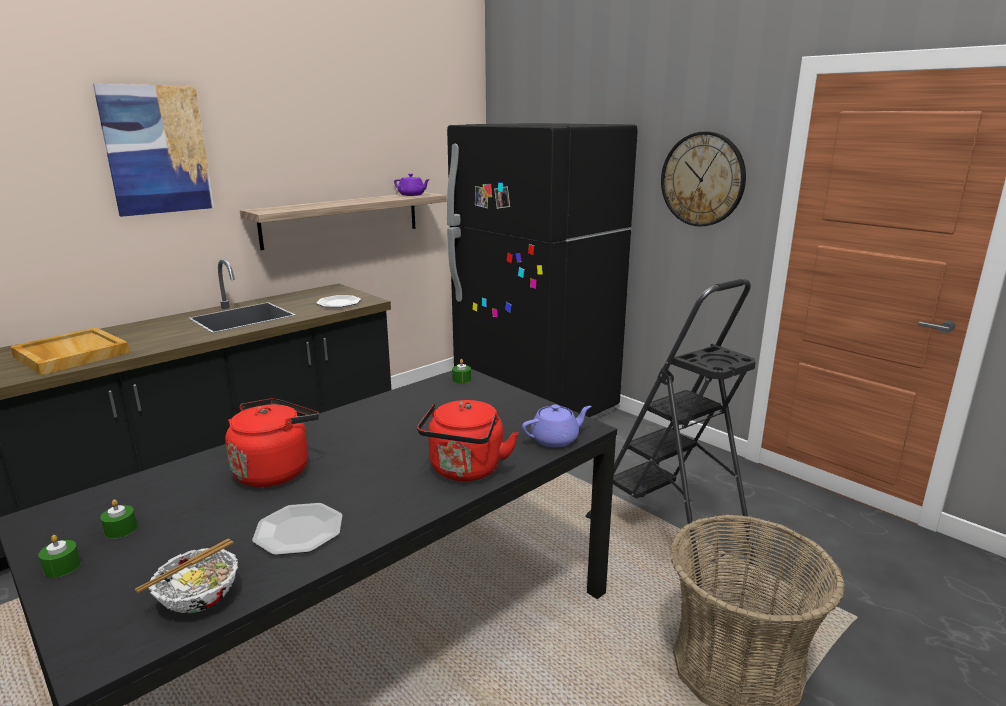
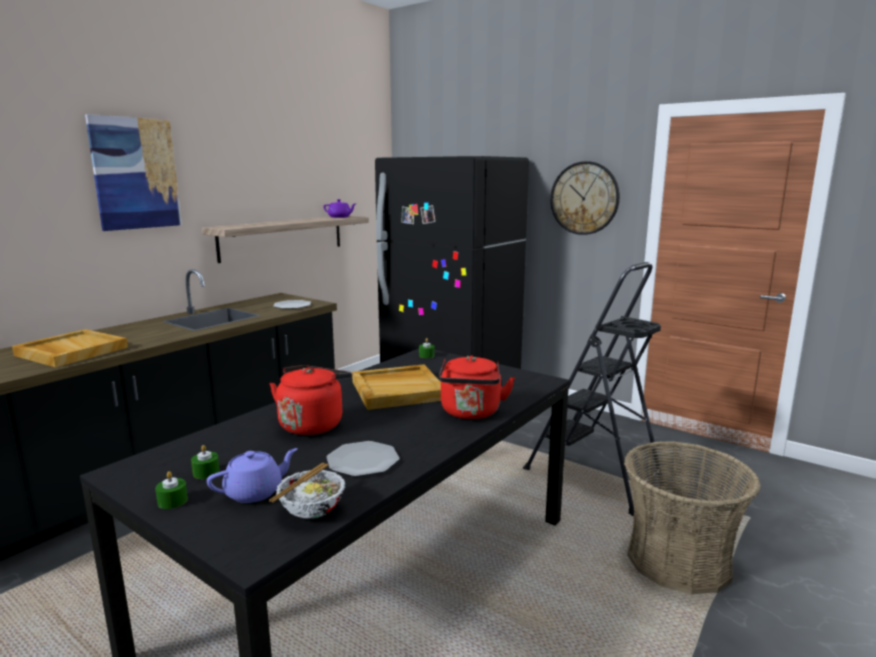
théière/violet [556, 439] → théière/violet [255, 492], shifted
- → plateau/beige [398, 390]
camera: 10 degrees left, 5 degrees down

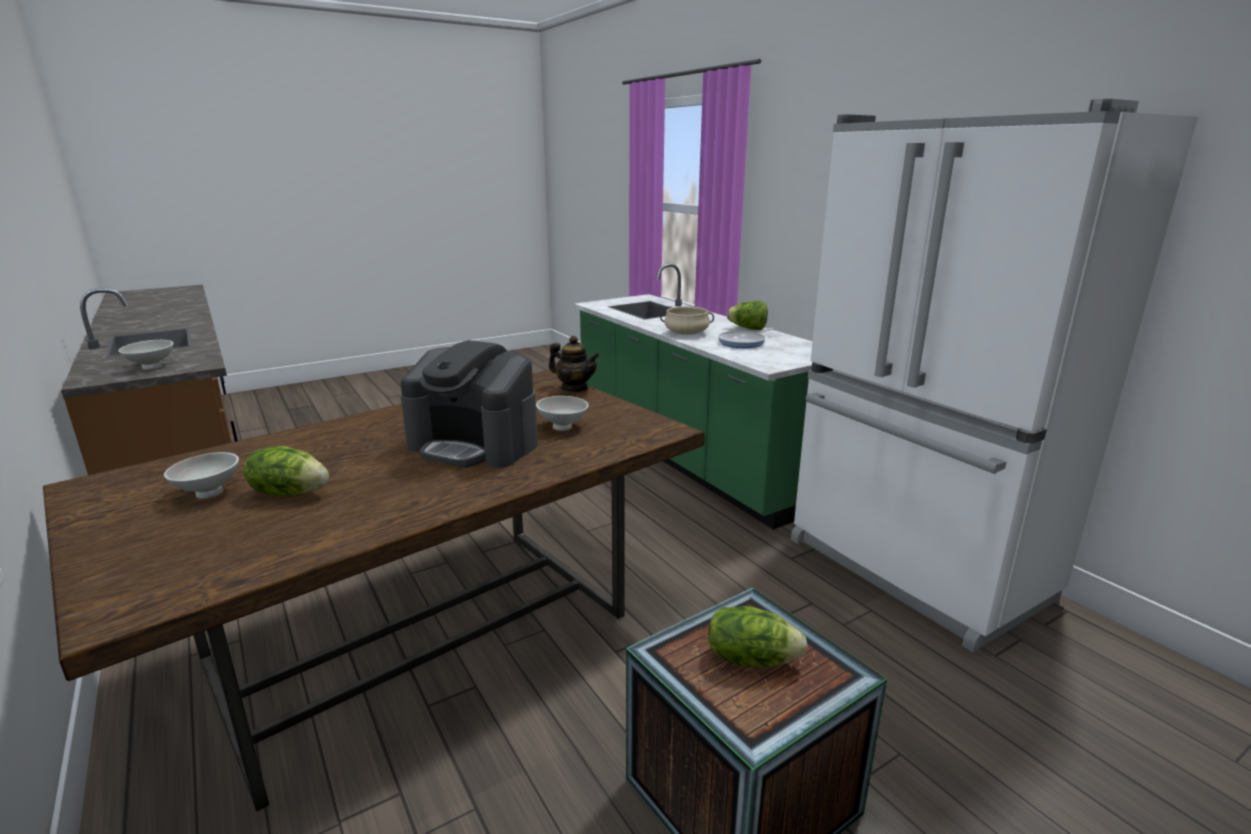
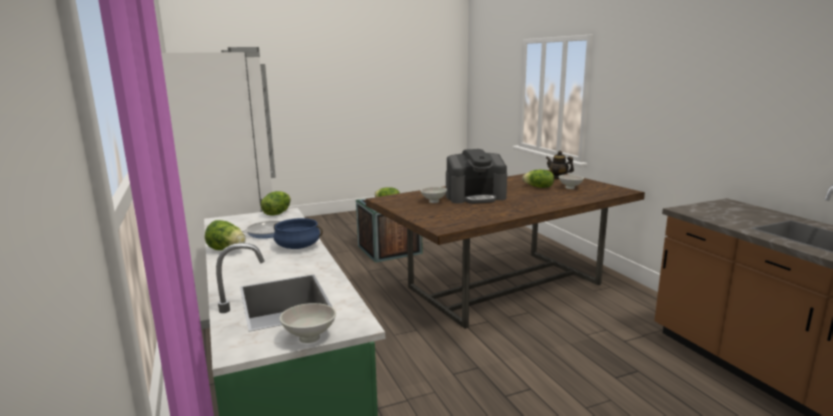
- → laitue [277, 213]
marmite/beige [686, 333] → marmite/bleu [298, 246]
bol/blanc [152, 367] → bol/blanc [308, 337], shifted
machine à café [475, 445] → machine à café [475, 197], 135 degrees clockwise
théière [574, 388] → théière [558, 177], shifted
camera: 170 degrees left, 5 degrees down

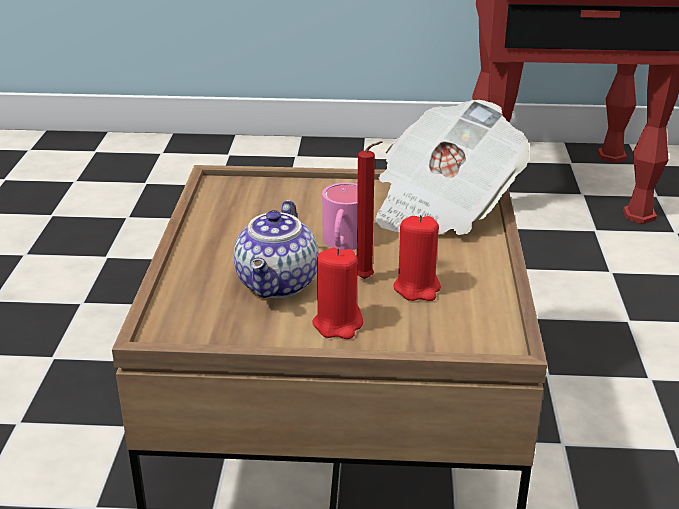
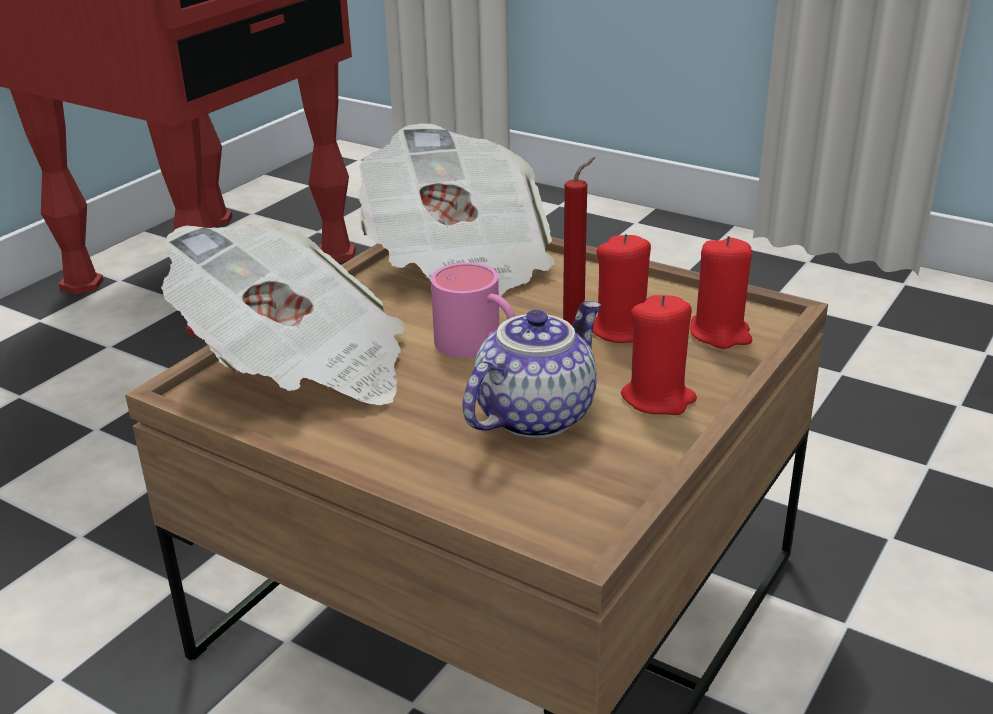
- → journal [300, 367]
théière [279, 284] → théière [533, 415], 90 degrees counterclockwise
- → bougie/rouge [720, 333]
camera: 60 degrees left, 0 degrees up

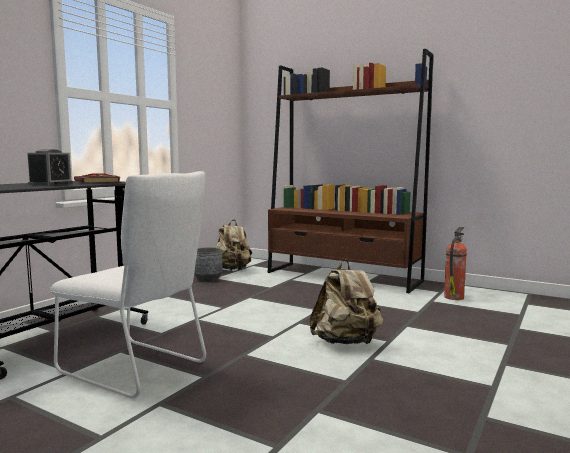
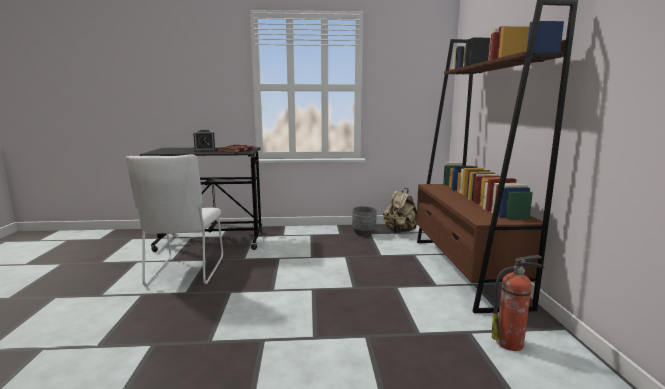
sac à dos/beige [346, 342] → -
camera: 55 degrees right, 5 degrees up

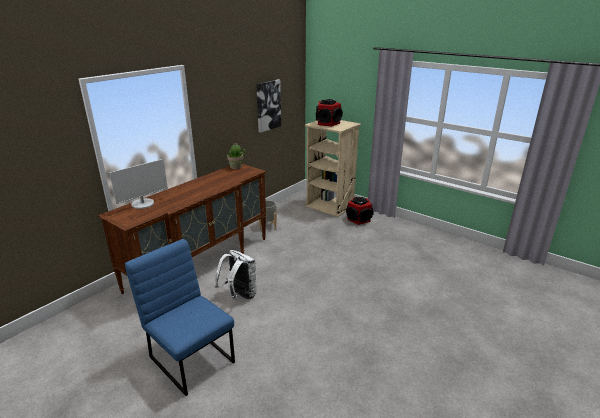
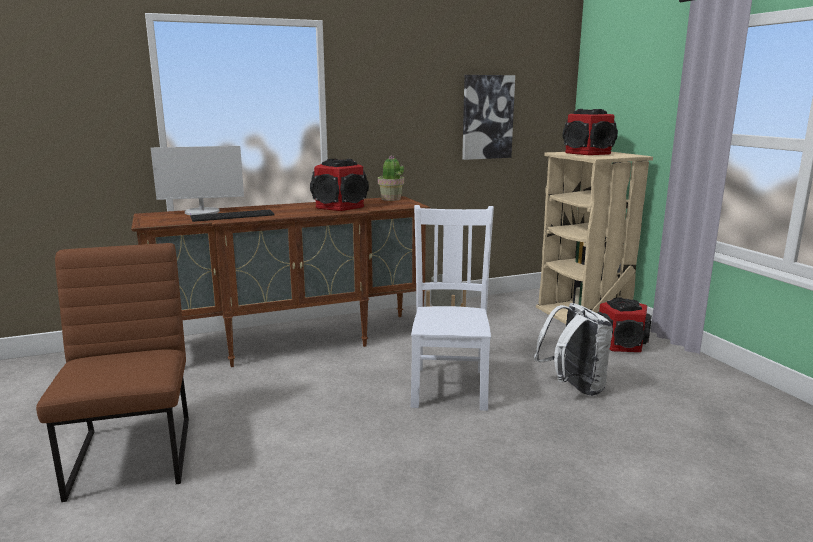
chaise/bleu [191, 357] → chaise/marron [134, 453]
- → clavier [233, 215]
- → enceinte [340, 206]
- → chaise/blanc [450, 385]
sac à dos/blanc [239, 295] → sac à dos/blanc [573, 388], shifted
camera: 30 degrees right, 10 degrees down

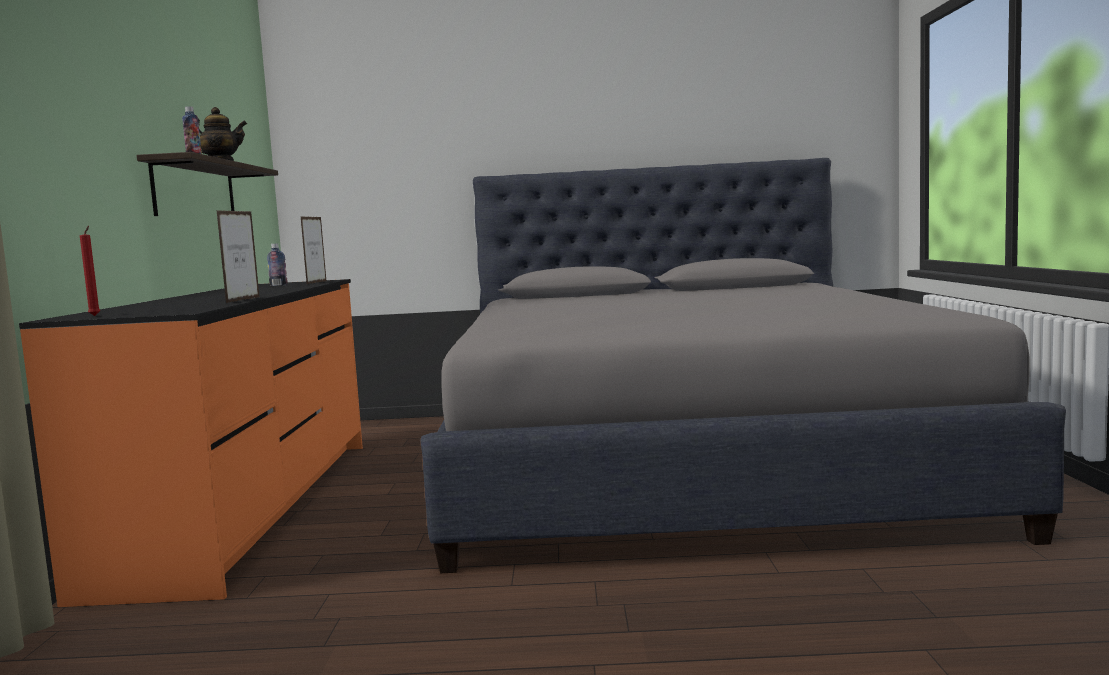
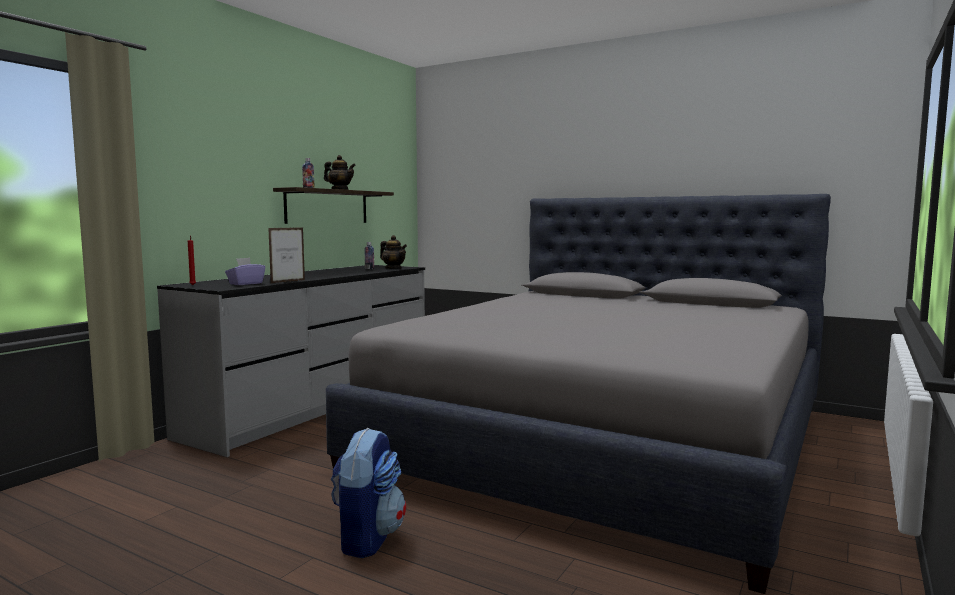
commode/orange [250, 507] → commode/gris [316, 406]
- → boîte à mouchoirs/violet [245, 284]
- → sac à dos [367, 538]
cadre photo [316, 282] → théière [393, 269]
camera: 30 degrees right, 0 degrees up

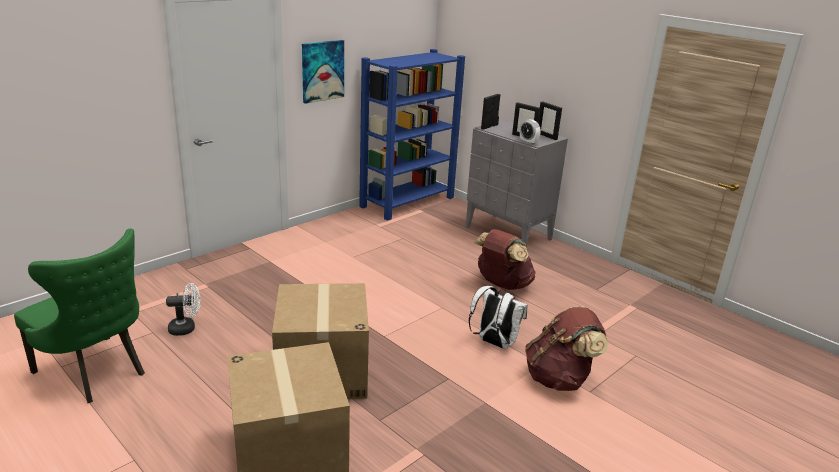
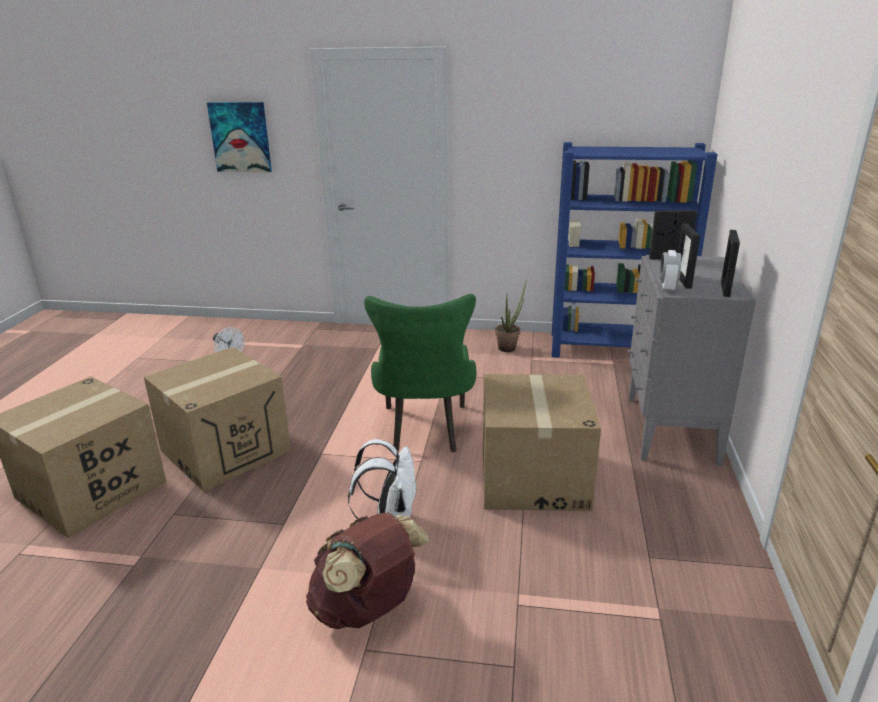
tableau [322, 71] → tableau [240, 137], shifted
chaise/vert [96, 372] → chaise/vert [425, 430], shifted
sac à dos/marron [502, 284] → carton [533, 477]
- → plante en pot [509, 347]
camera: 55 degrees right, 0 degrees up

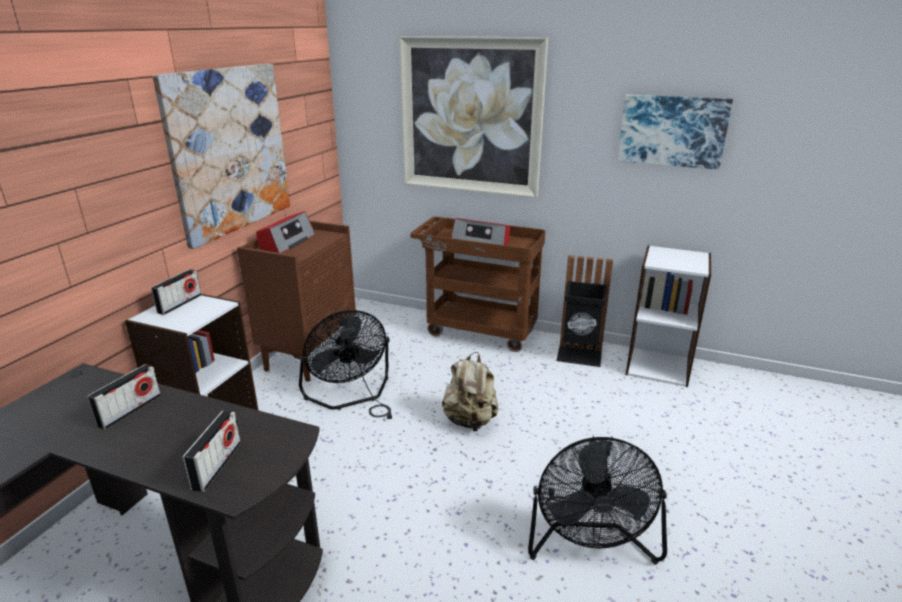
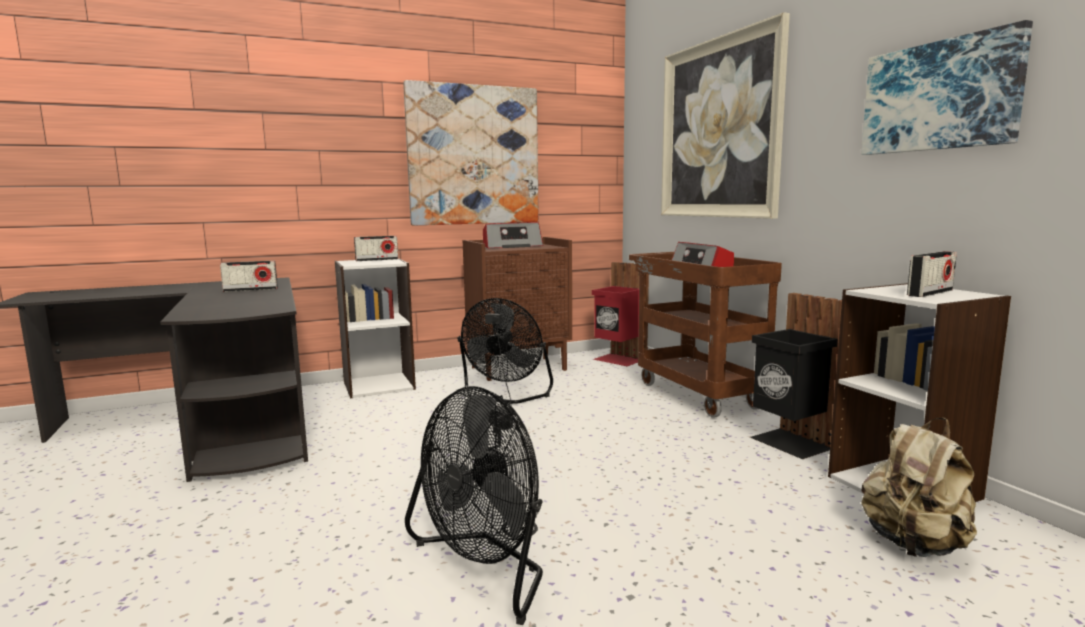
- → poubelle/rouge [619, 359]
sac à dos/beige [470, 421] → sac à dos/beige [915, 545], shifted
radio [217, 465] → radio [930, 293], shifted
camera: 45 degrees right, 15 degrees down

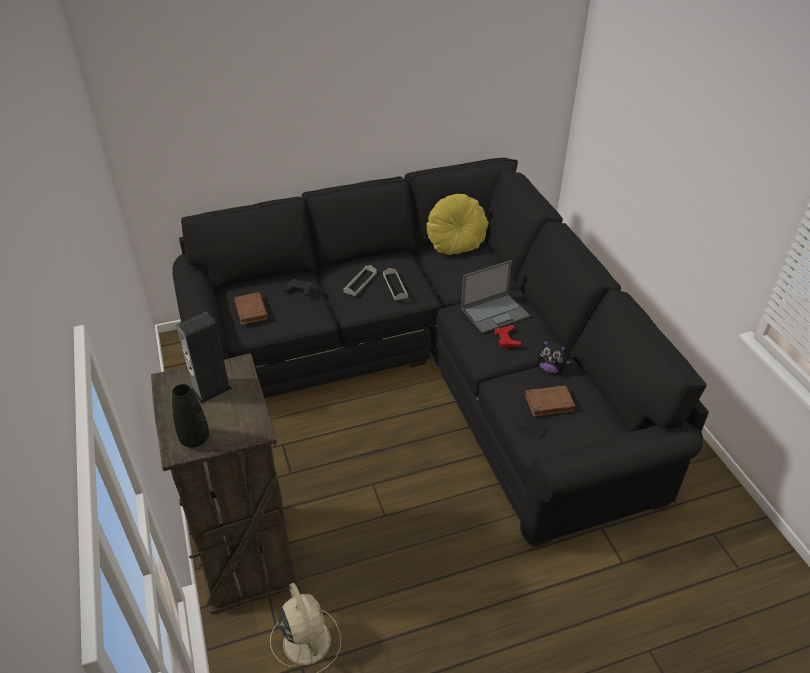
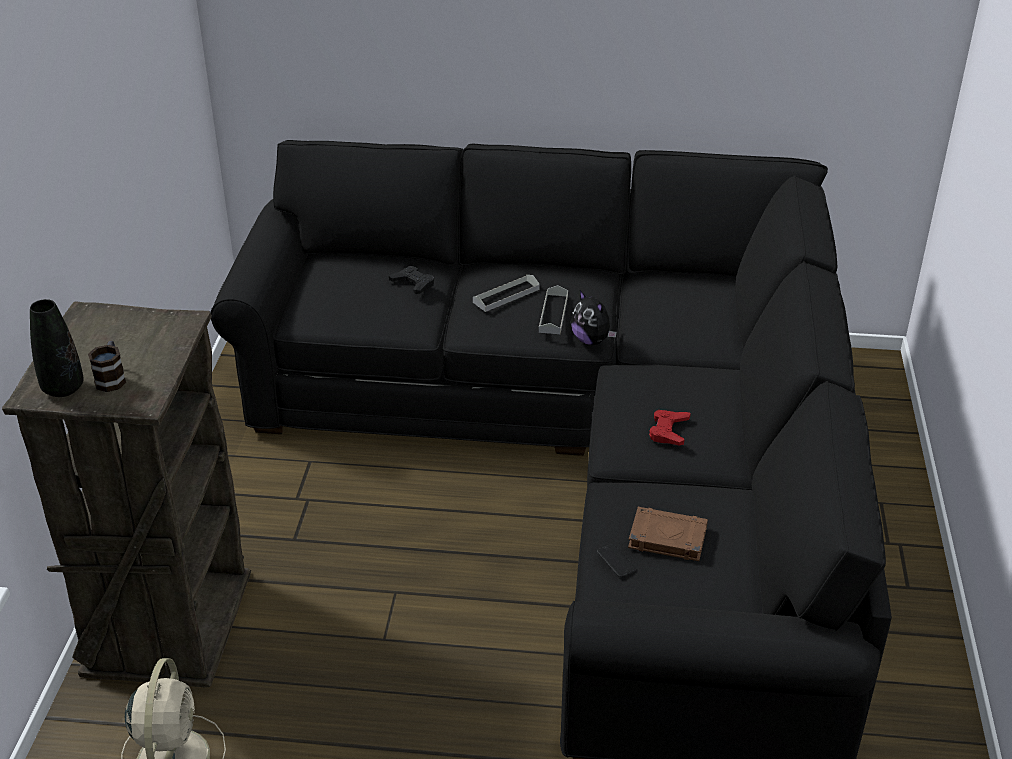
- → mug [112, 378]
peluche [551, 368] → peluche [591, 340], shifted
enceinte [211, 389] → -
livre/marron [250, 310] → -
coussin/jaune [456, 248] → -
ordinateur portable [495, 312] → -
camera: 25 degrees right, 5 degrees down

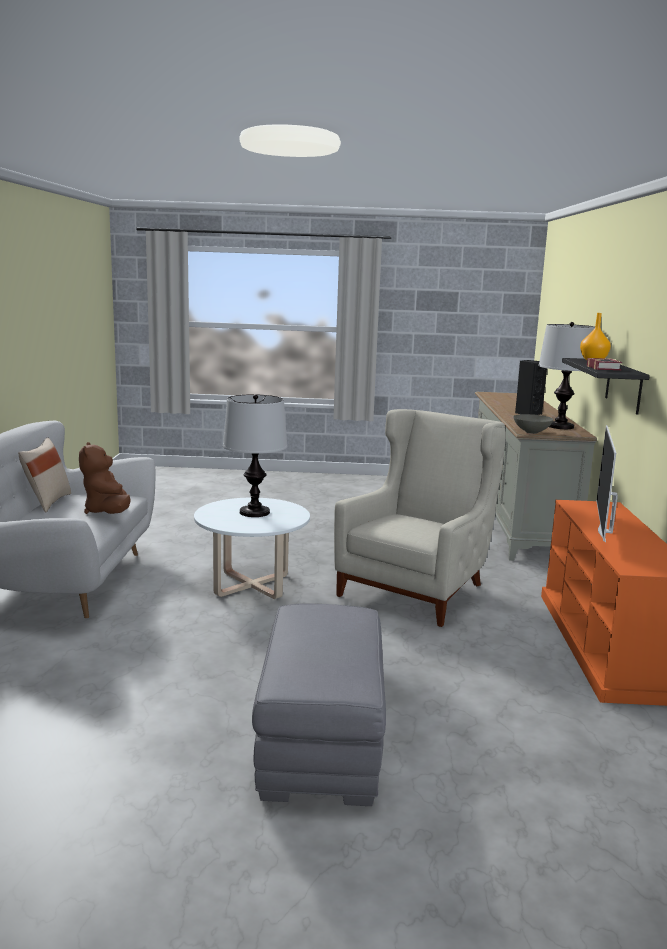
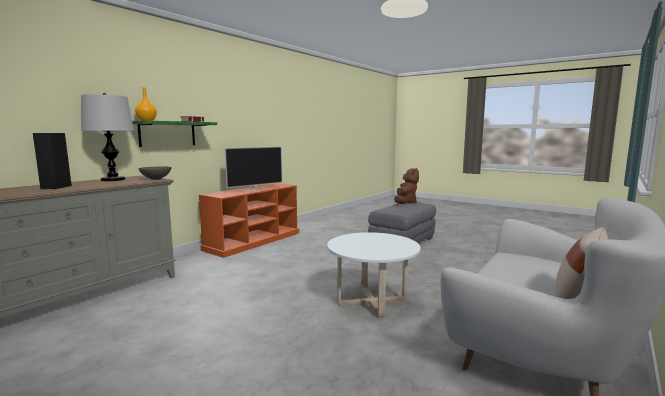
étagère/noir [623, 386] → étagère/vert [167, 134]
peluche/marron [107, 512] → peluche/marron [405, 202], shifted
lampe de table [255, 512] → -
fauteuil/beige [417, 589] → -
camera: 145 degrees left, 5 degrees down

